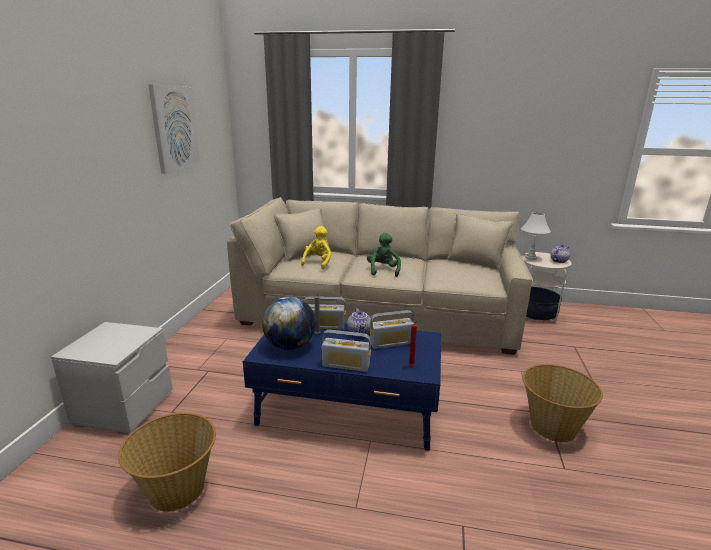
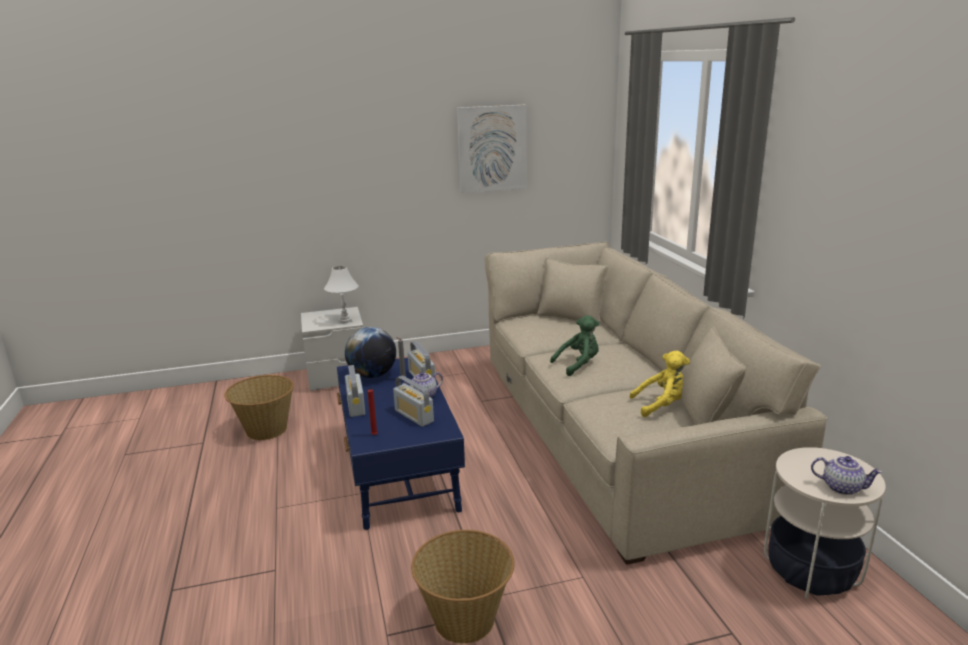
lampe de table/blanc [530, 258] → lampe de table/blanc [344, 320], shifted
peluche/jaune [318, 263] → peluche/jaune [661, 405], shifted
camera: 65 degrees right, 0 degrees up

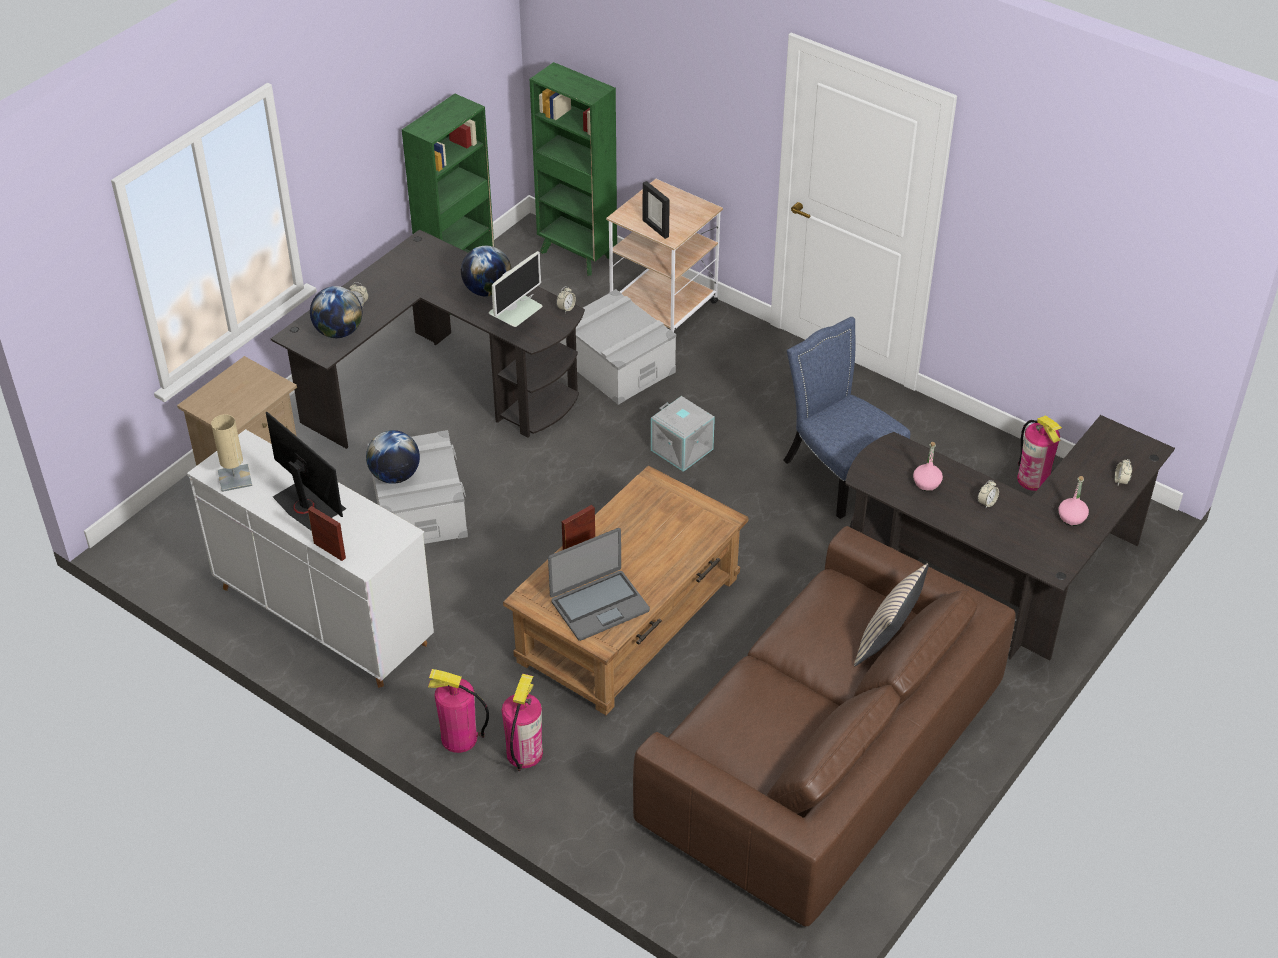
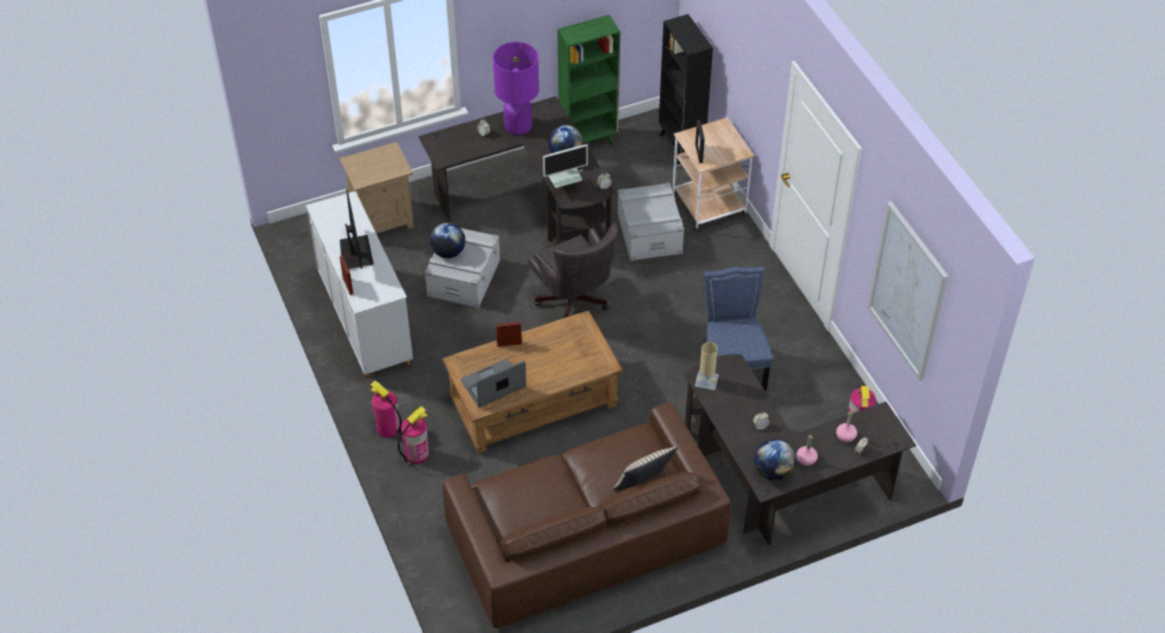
ordinateur portable [599, 605] → ordinateur portable [493, 385], 150 degrees clockwise
- → lampe de table/violet [518, 126]
- → chaise de bureau/gris [574, 304]
bibliothèque/vert [577, 255] → bibliothèque/noir [681, 146]
lampe de table/beige [235, 478] → lampe de table/beige [706, 381], shifted
globe [338, 332] → globe [772, 471], shifted
bouteille/rose [926, 484] → bouteille/rose [845, 437], shifted
- → tableau [907, 291]
boîte de rangement/gris [683, 449] → -
camera: 30 degrees right, 5 degrees up

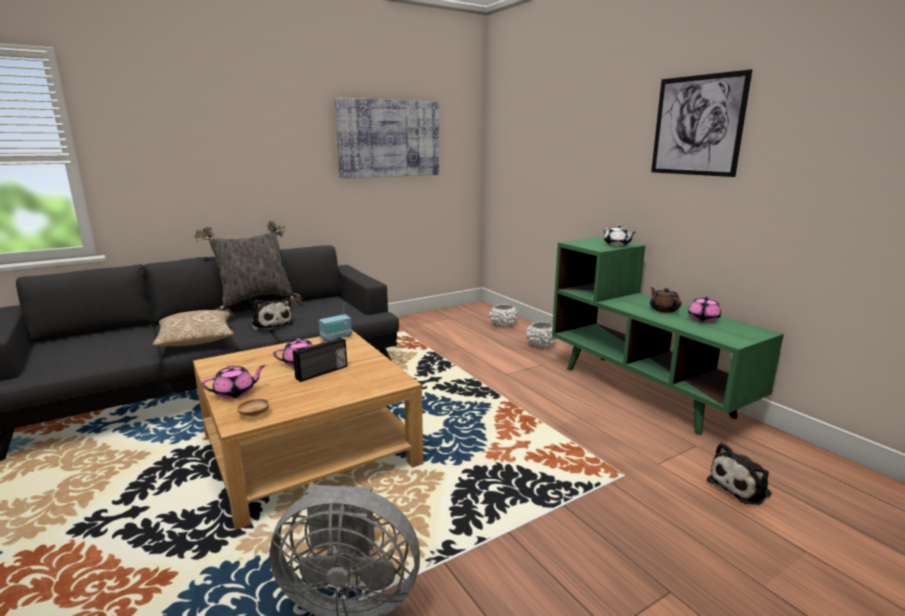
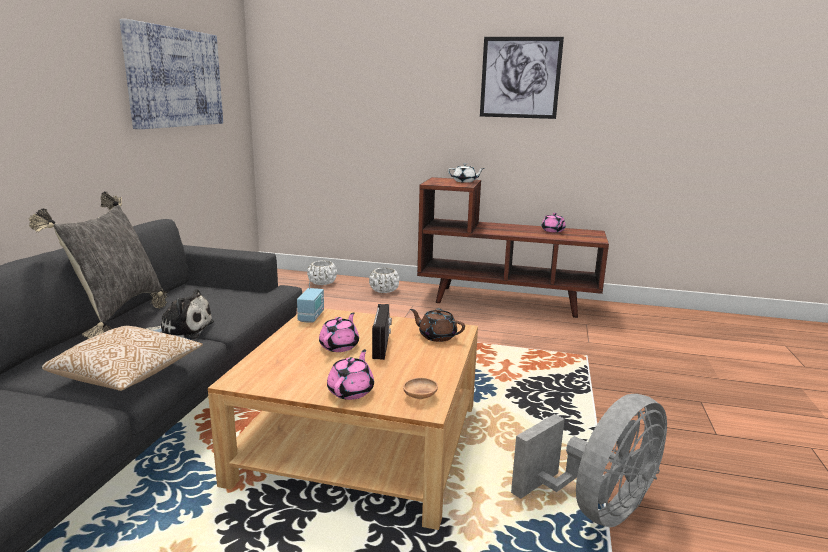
théière/marron [663, 309] → théière/marron [437, 336], shifted
meuble télé/vert [645, 391] → meuble télé/marron [507, 301]
peluche [741, 487] → -
camera: 45 degrees left, 0 degrees up

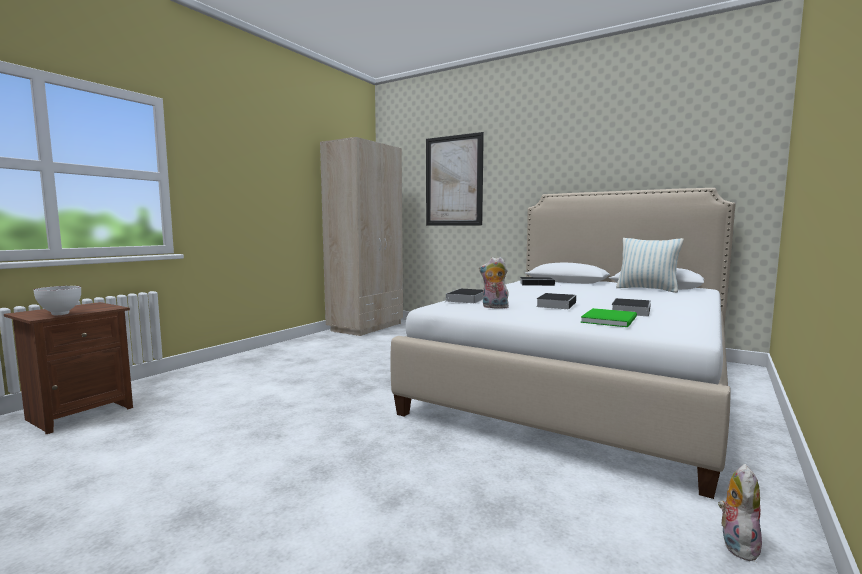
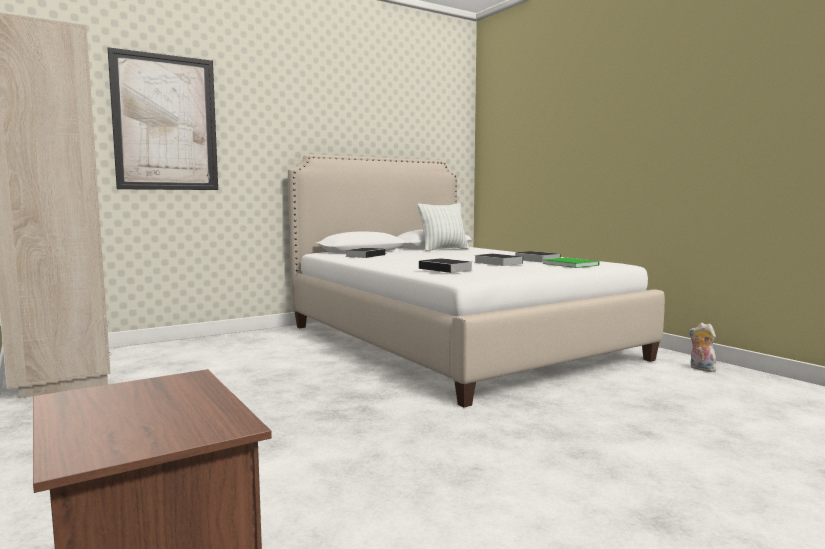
bol/blanc [61, 314] → -
peluche [494, 307] → -
camera: 65 degrees left, 0 degrees up

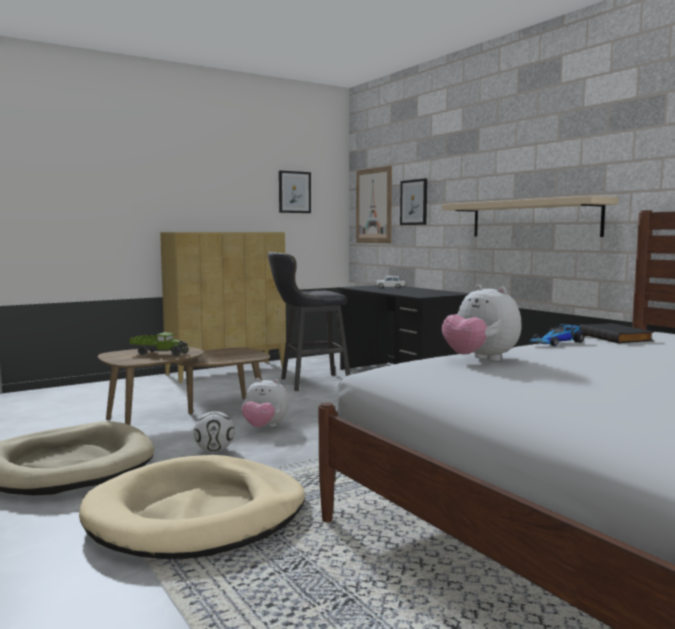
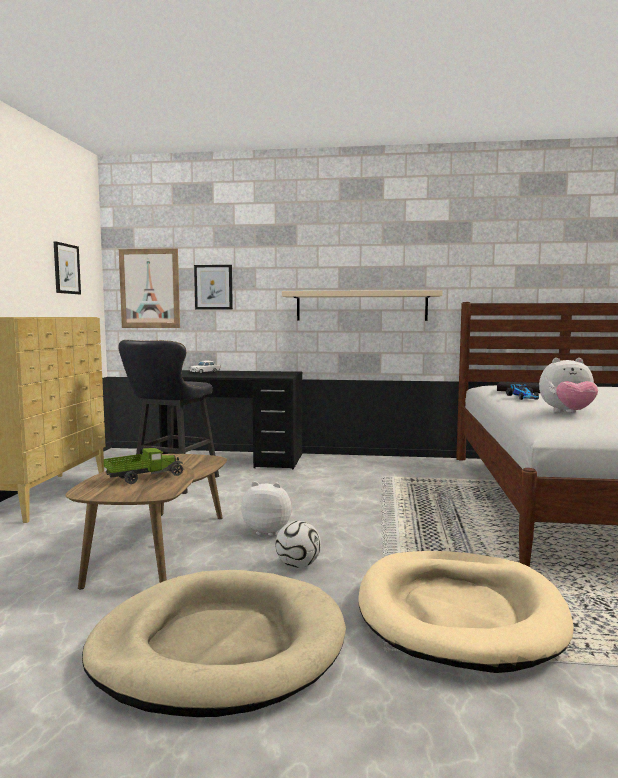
peluche [264, 427] → peluche [268, 531], 135 degrees counterclockwise
camera: 50 degrees left, 0 degrees up

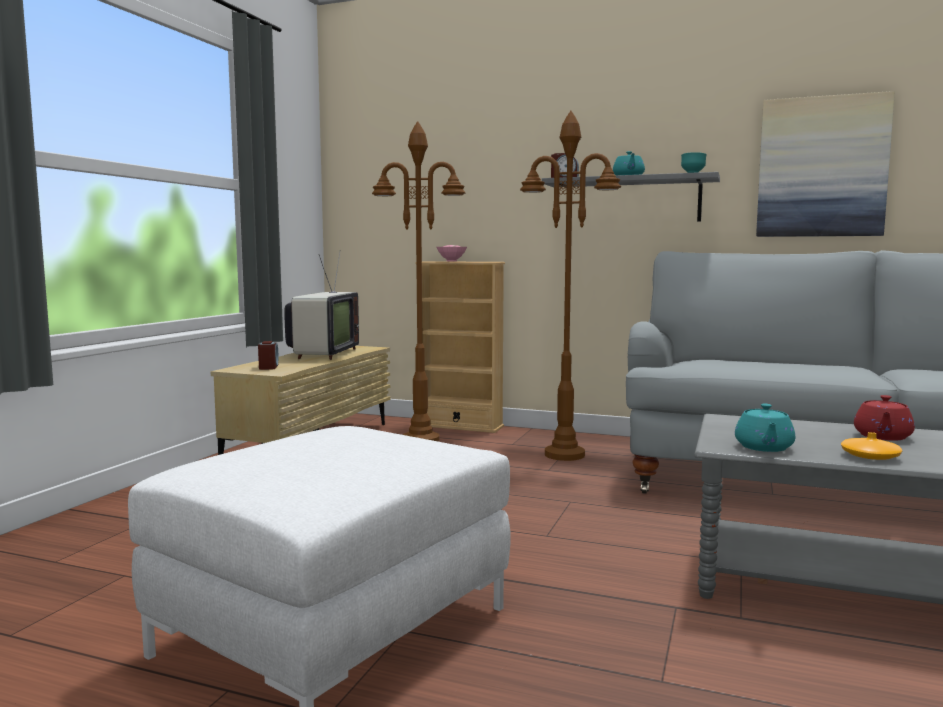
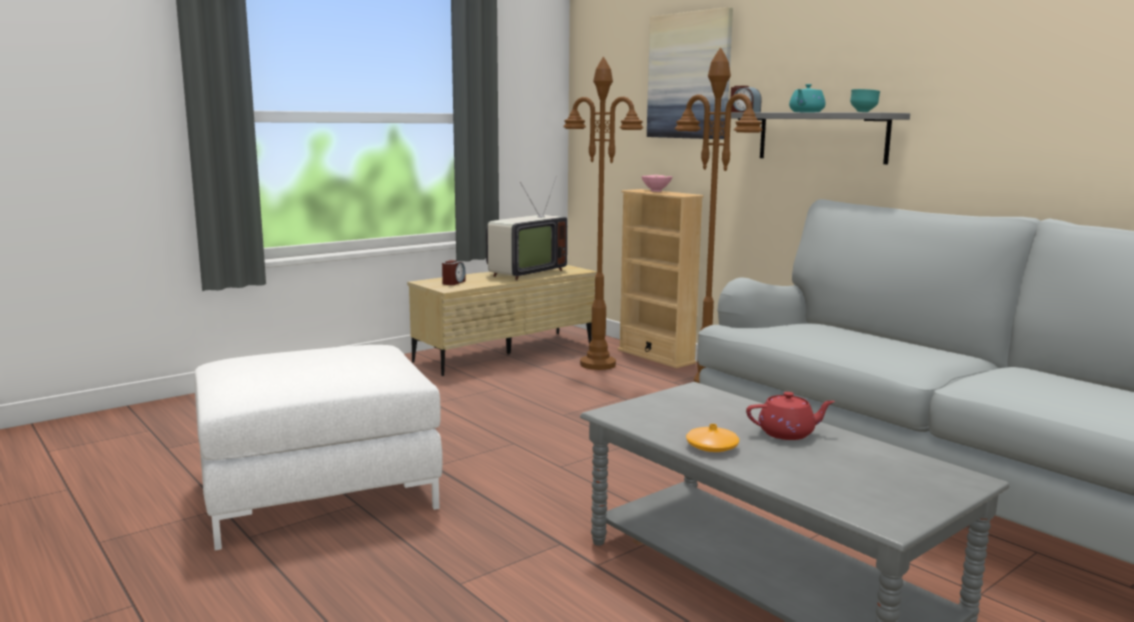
tableau [821, 167] → tableau [689, 76], shifted
théière/rouge [882, 437] → théière/rouge [787, 433], 150 degrees counterclockwise
théière/turquoise [764, 447] → -
camera: 30 degrees right, 5 degrees up

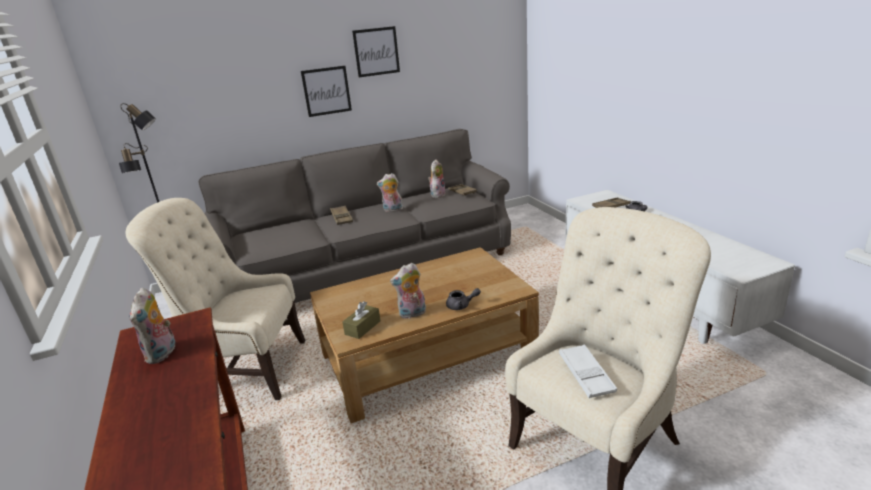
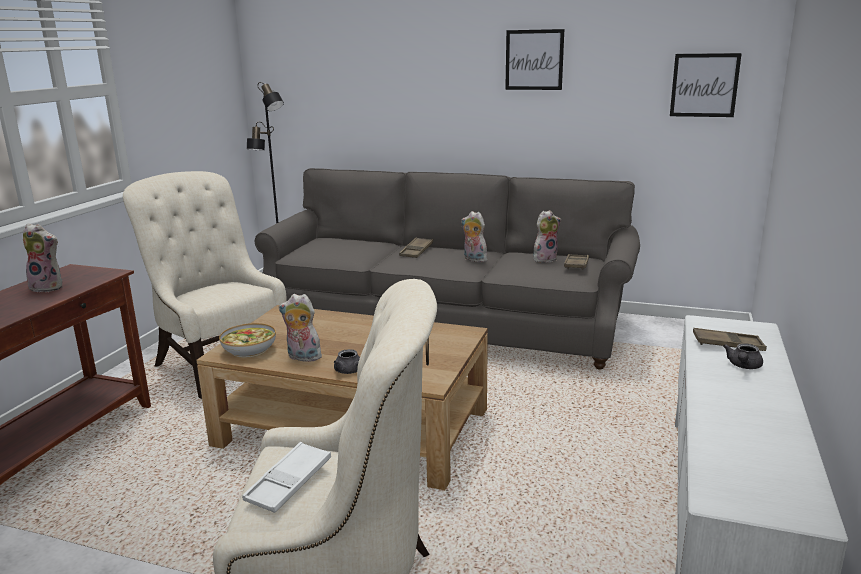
peluche [162, 354] → peluche [49, 287], 120 degrees counterclockwise
boîte à mouchoirs/marron [362, 327] → bol [249, 349]
tableau [326, 91] → tableau [704, 85], shifted
camera: 40 degrees right, 5 degrees down

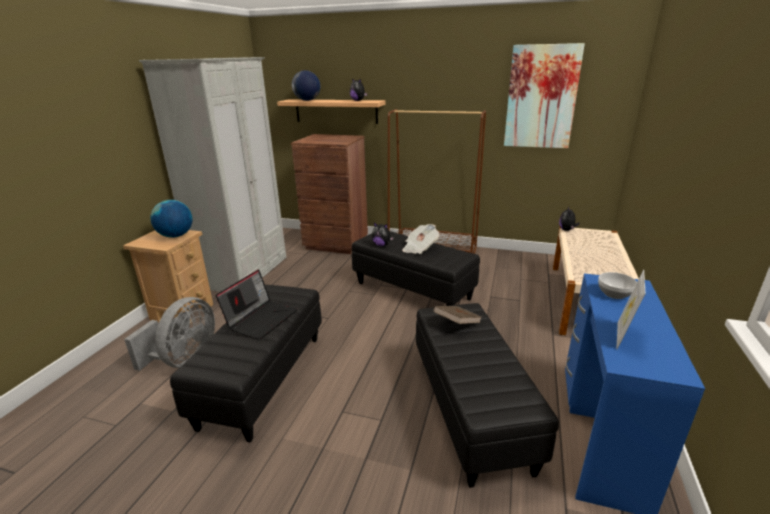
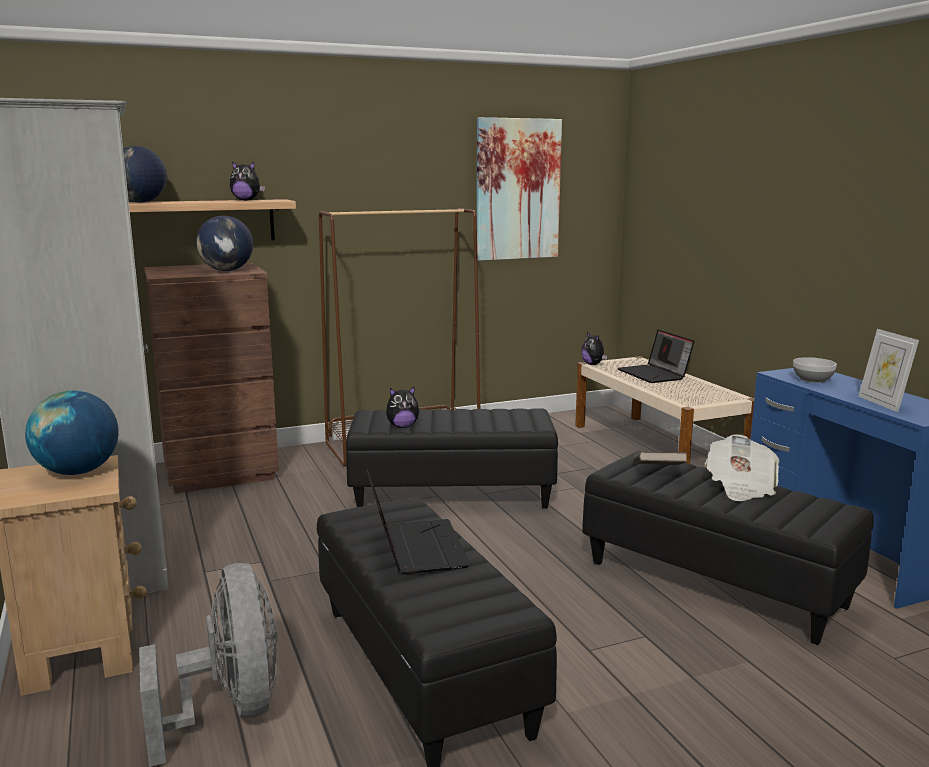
- → globe [227, 271]
- → ordinateur portable [654, 374]
journal [419, 248] → journal [740, 487], shifted
camera: 40 degrees left, 10 degrees down

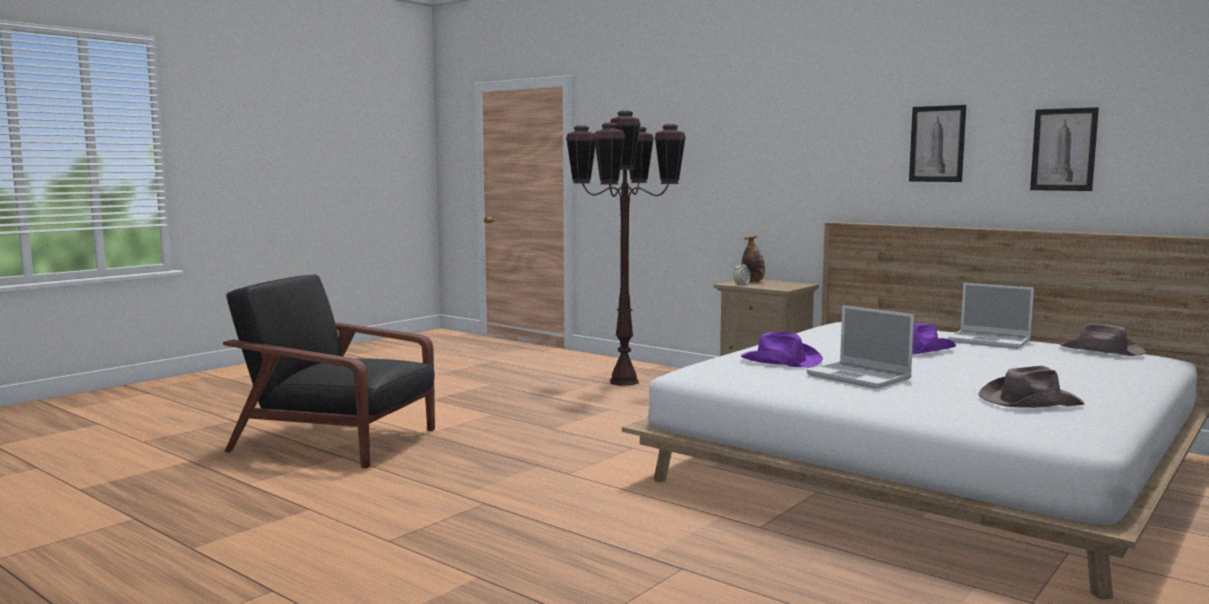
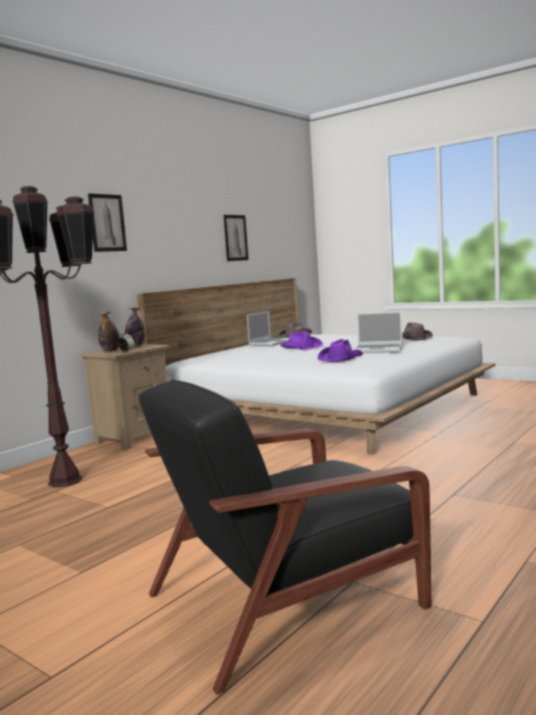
tableau [937, 144] → tableau [107, 223], shifted
- → bouteille [135, 346]
fauteuil/noir [338, 441] → fauteuil/noir [289, 598], 45 degrees clockwise
ordinateur portable [860, 377] → ordinateur portable [379, 350], 60 degrees clockwise
camera: 90 degrees left, 0 degrees up

